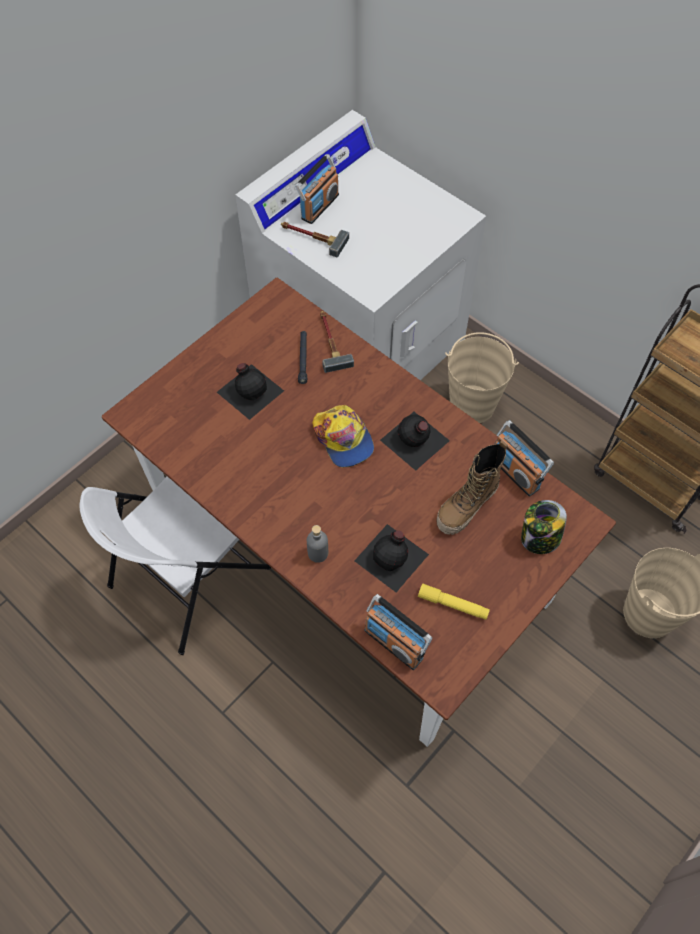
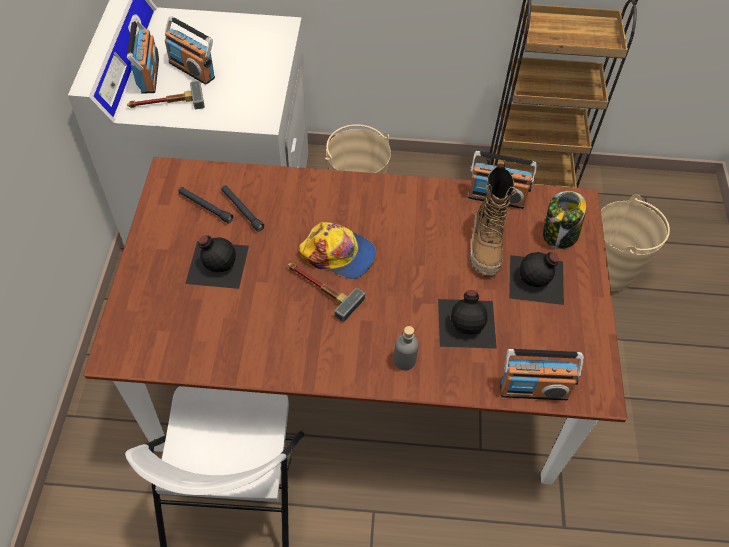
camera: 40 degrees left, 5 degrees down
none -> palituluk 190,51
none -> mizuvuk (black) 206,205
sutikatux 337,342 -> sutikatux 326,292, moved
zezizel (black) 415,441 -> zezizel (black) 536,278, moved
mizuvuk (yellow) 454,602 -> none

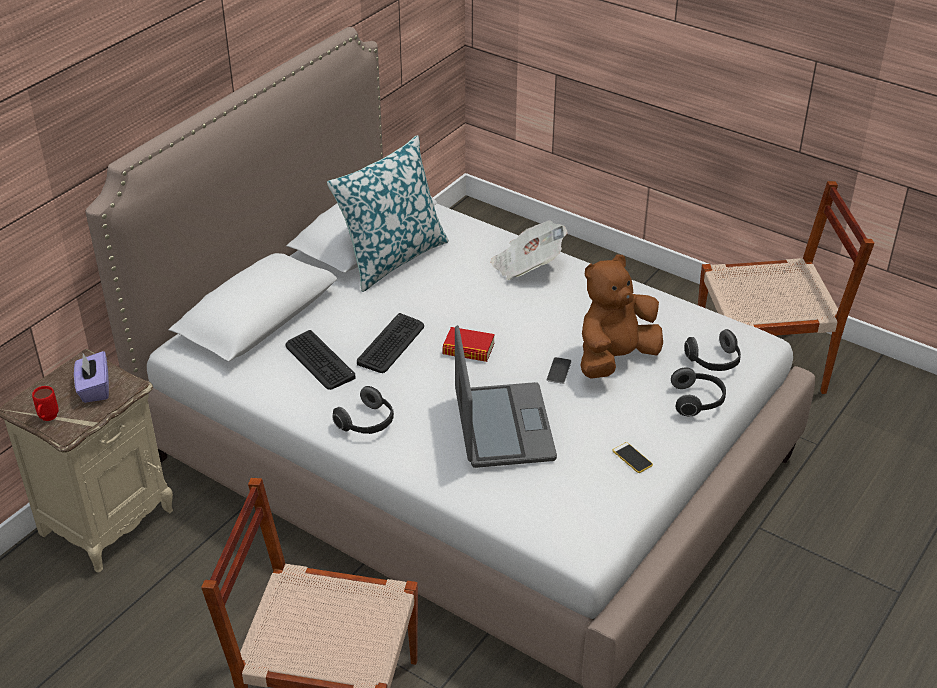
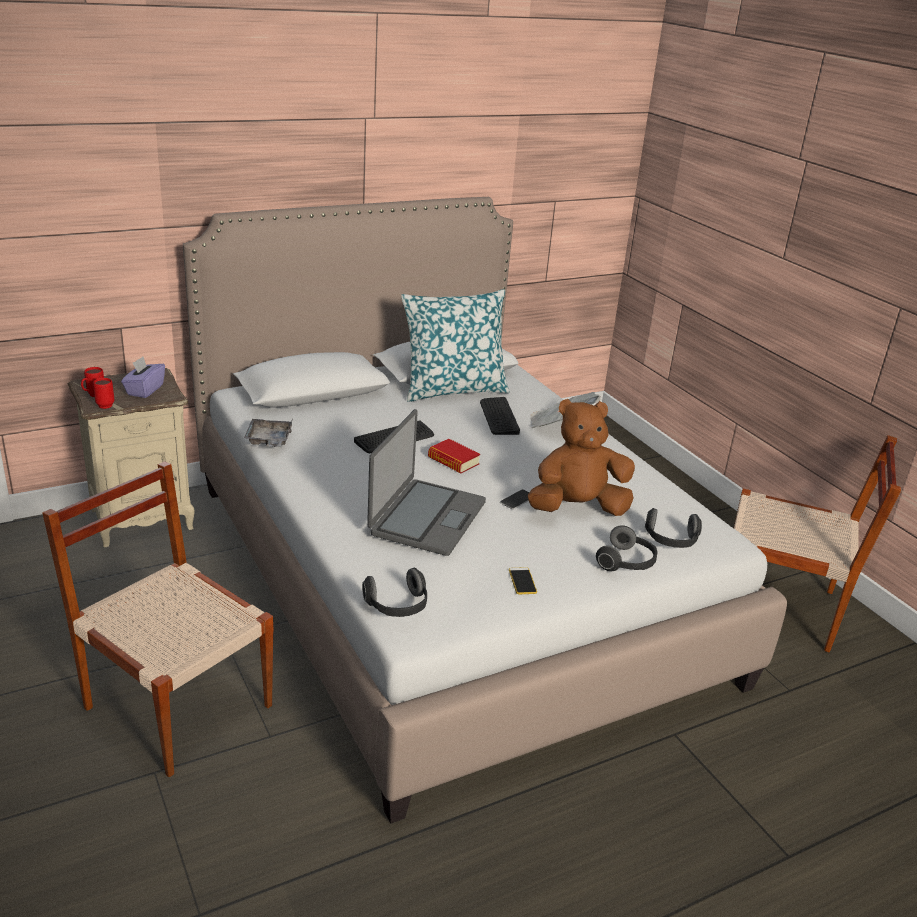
camera: 25 degrees right, 10 degrees down
none -> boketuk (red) 103,393
none -> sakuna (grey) 268,433
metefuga 363,410 -> metefuga 394,592, moved
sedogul 321,360 -> sedogul 500,416, moved

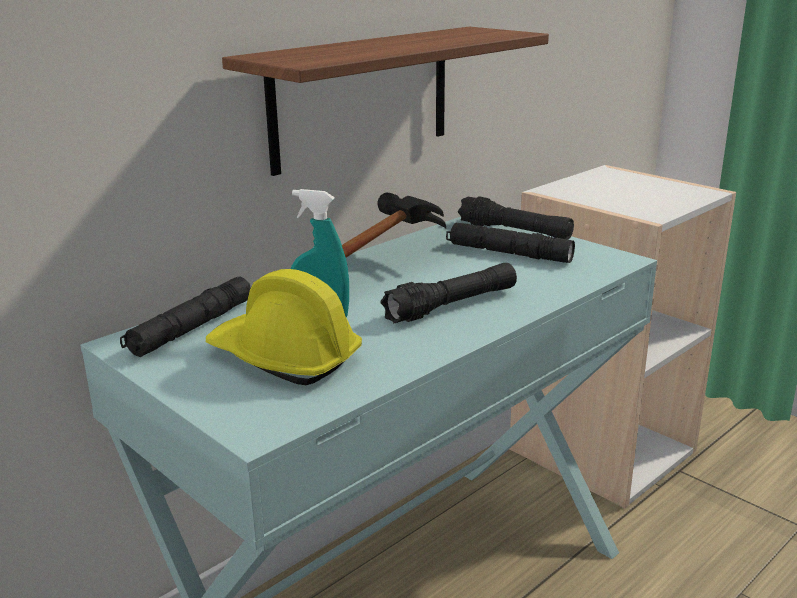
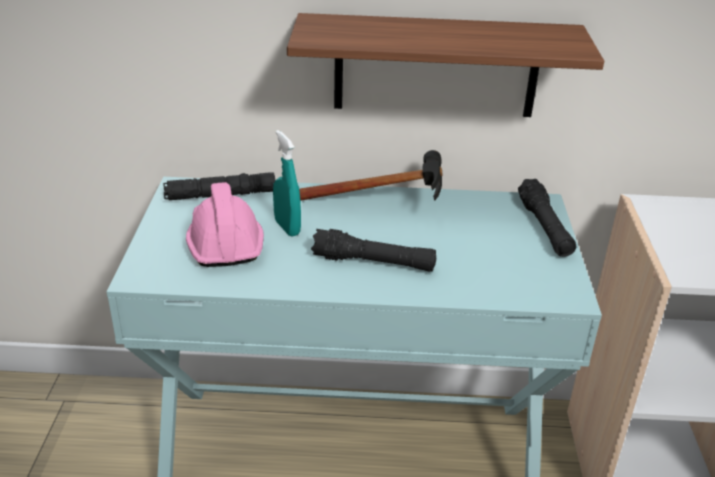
camera: 45 degrees right, 10 degrees up
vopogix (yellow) 284,327 -> vopogix (pink) 225,224
mizuvuk (black) 510,243 -> none

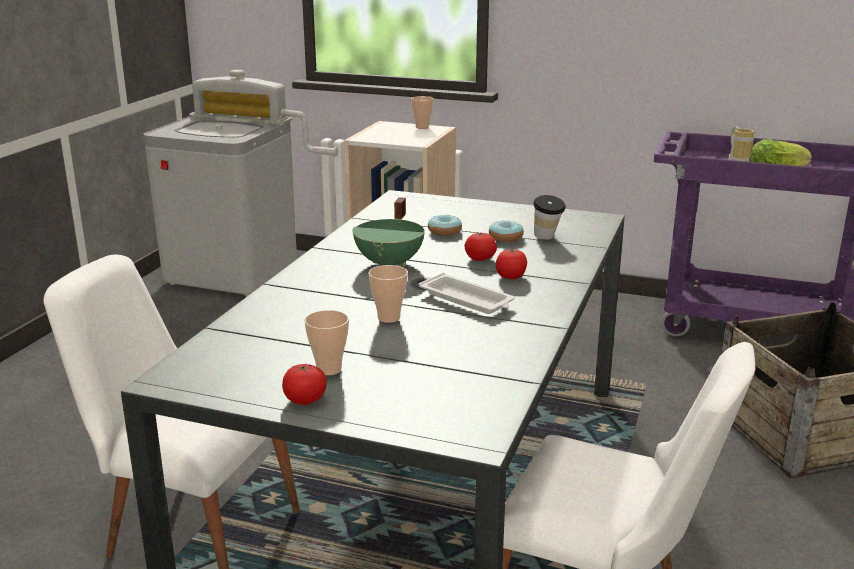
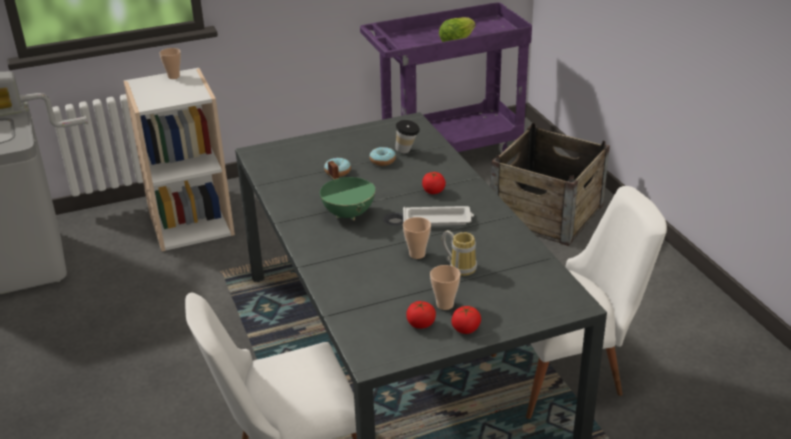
camera: 40 degrees left, 10 degrees up
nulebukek 481,246 -> nulebukek 421,315, moved
boketuk 741,144 -> boketuk 459,253, moved

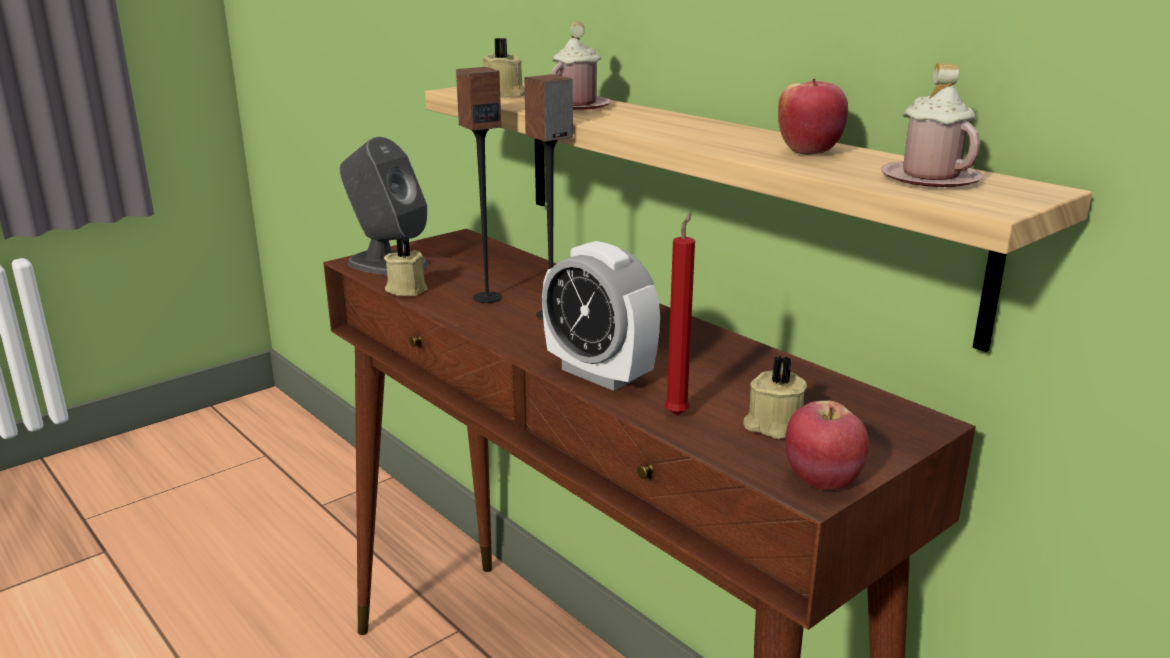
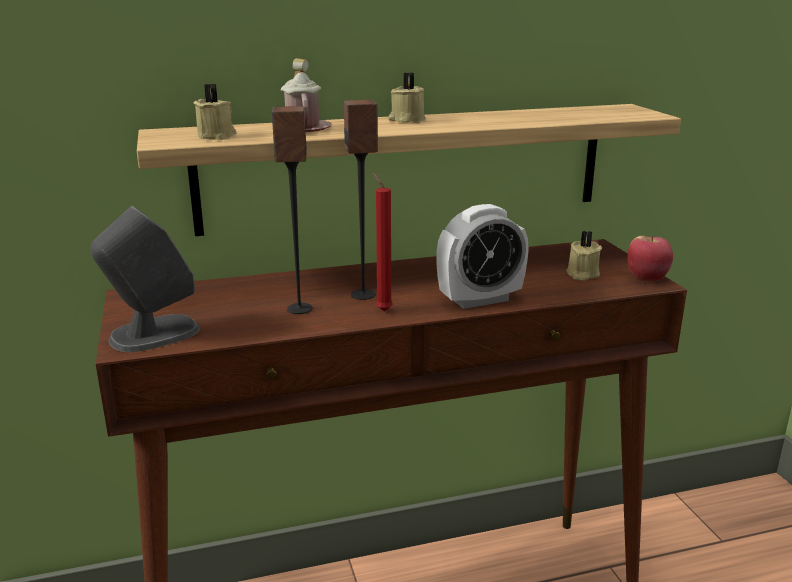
camera: 65 degrees left, 0 degrees up
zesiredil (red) 679,313 -> zesiredil (red) 382,241, moved
zesiredil (beige) 406,266 -> zesiredil (beige) 407,97, moved
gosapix 813,116 -> none
boketuk (pink) 932,125 -> none

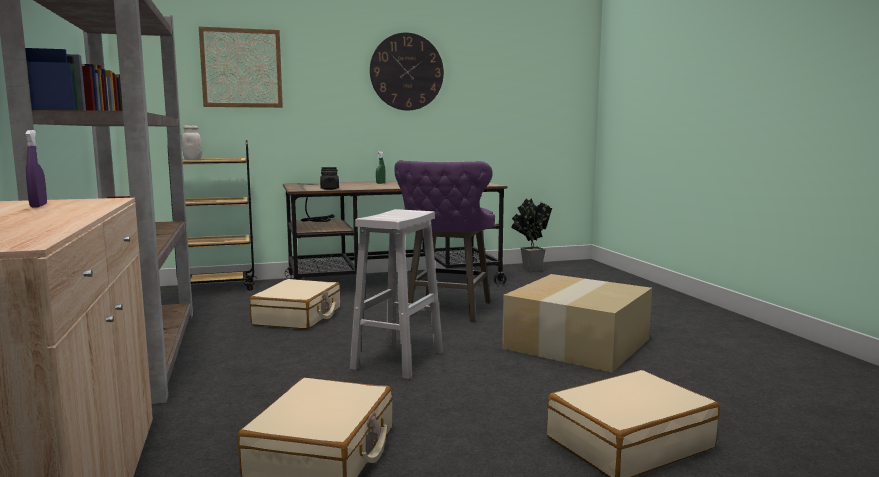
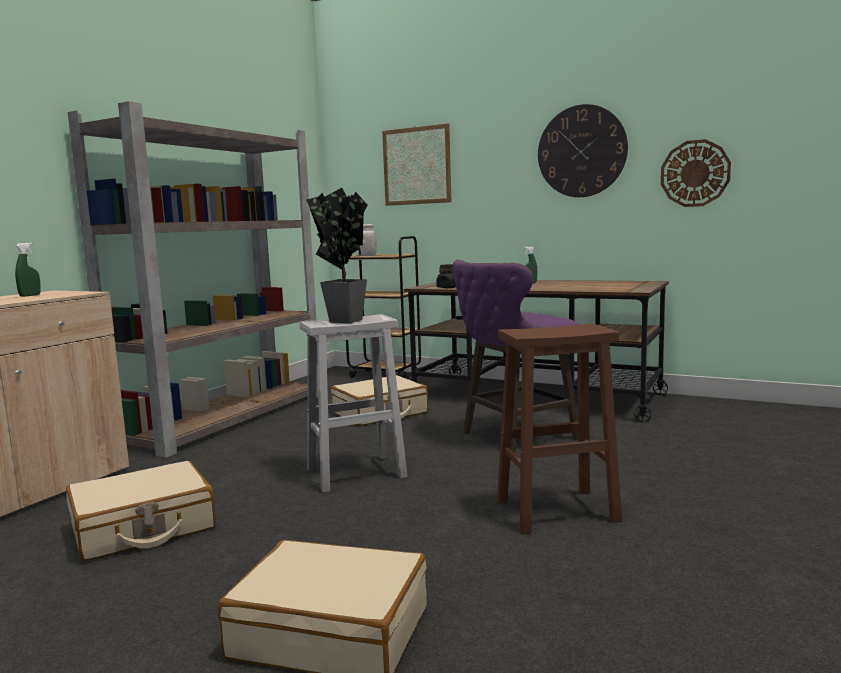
camera: 45 degrees right, 0 degrees up
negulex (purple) 36,168 -> negulex (green) 28,270
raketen 531,235 -> raketen 337,255, moved
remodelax 577,323 -> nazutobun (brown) 559,428
none -> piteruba 696,173

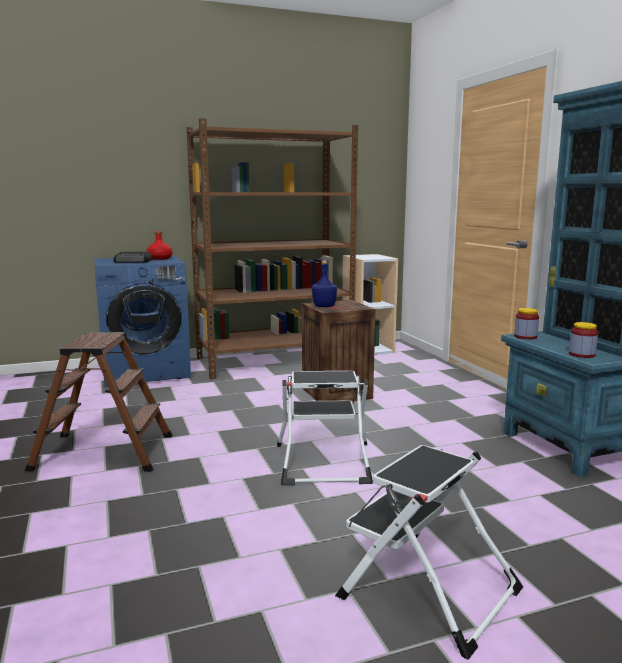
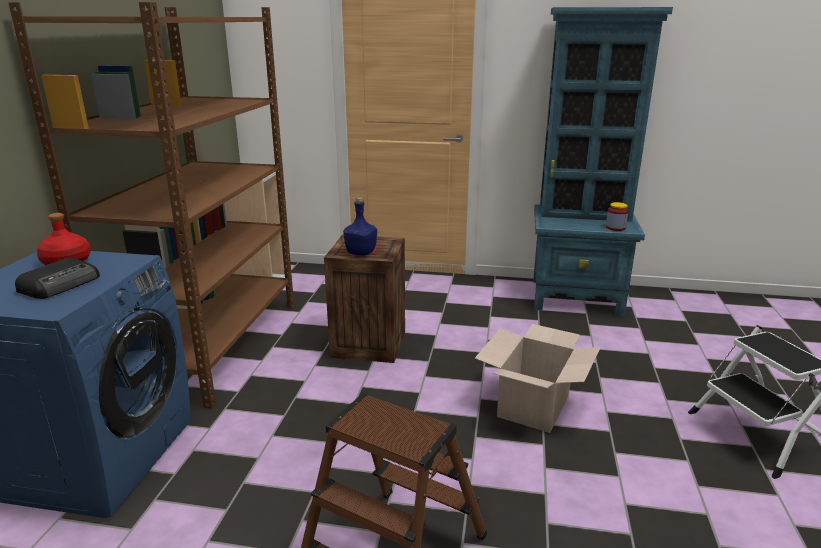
camera: 60 degrees left, 10 degrees up
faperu 325,428 -> remodelax 538,378
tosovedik 526,323 -> none

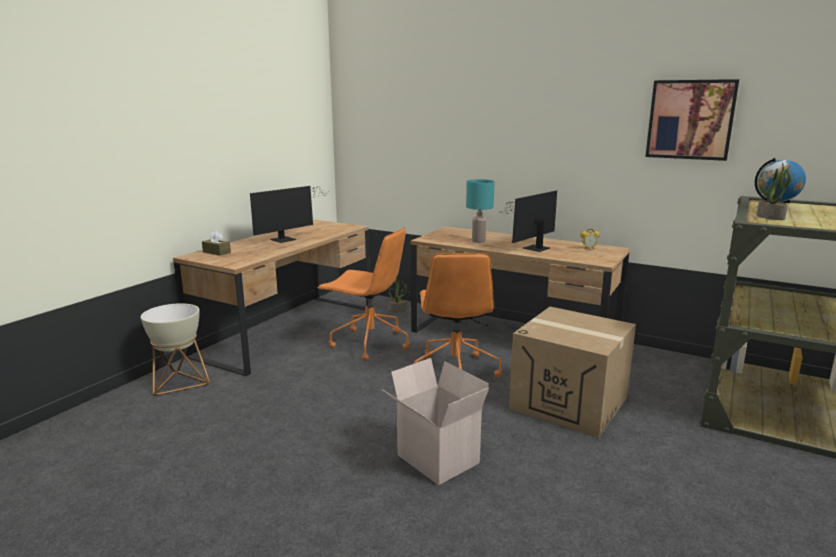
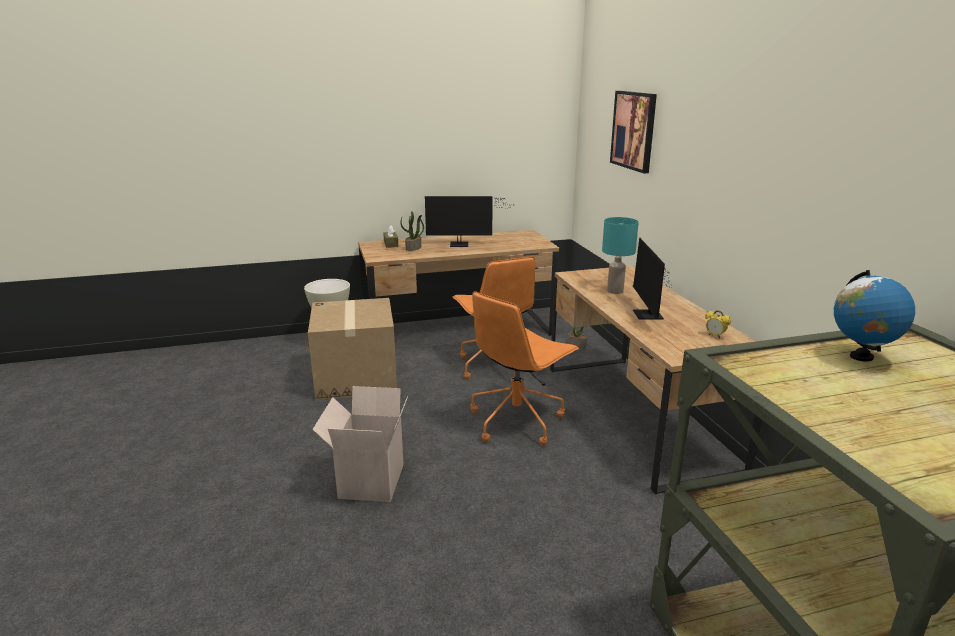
camera: 45 degrees right, 5 degrees up
remodelax 572,372 -> remodelax 352,349, moved
raketen 774,191 -> raketen 412,231, moved
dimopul 692,120 -> dimopul 633,132, moved
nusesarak 530,221 -> nusesarak 651,278, 90 degrees counterclockwise

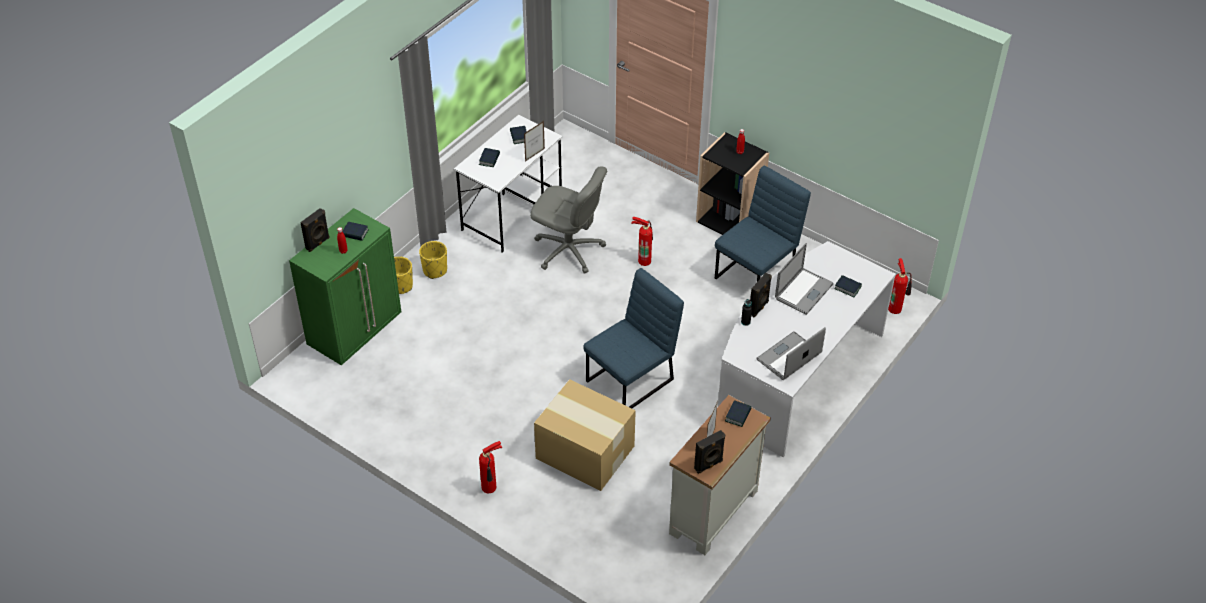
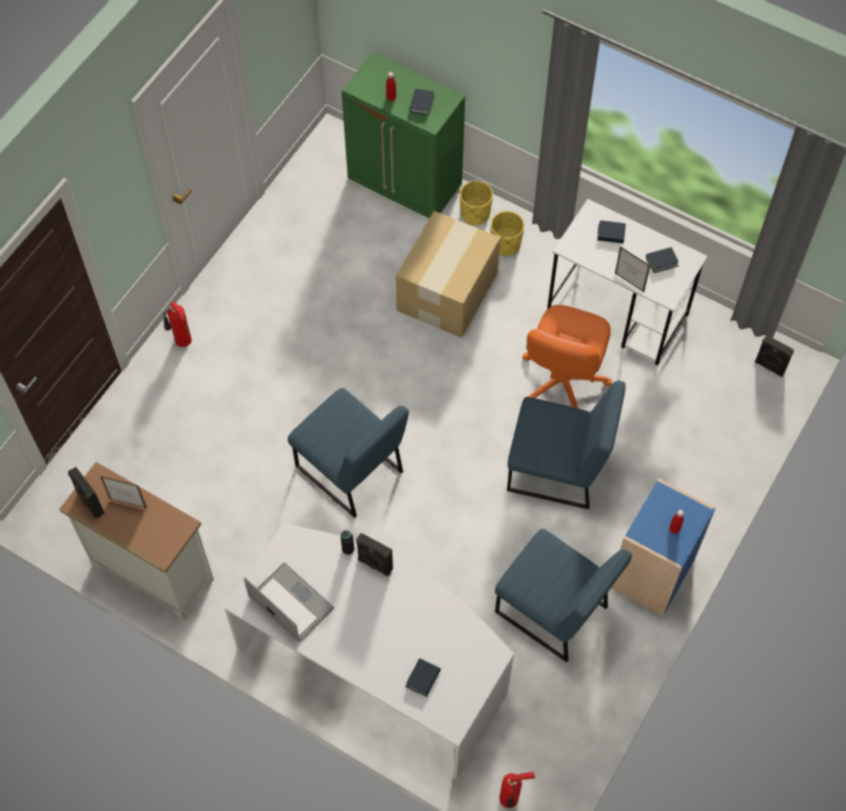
camera: 85 degrees right, 15 degrees up
remodelax 585,435 -> remodelax 448,274, moved
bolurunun 642,241 -> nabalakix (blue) 566,444
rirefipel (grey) 568,220 -> rirefipel (orange) 567,356
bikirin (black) 732,183 -> bikirin (blue) 663,547
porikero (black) 315,230 -> porikero (black) 774,356, moved
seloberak 738,413 -> none
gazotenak 804,279 -> none

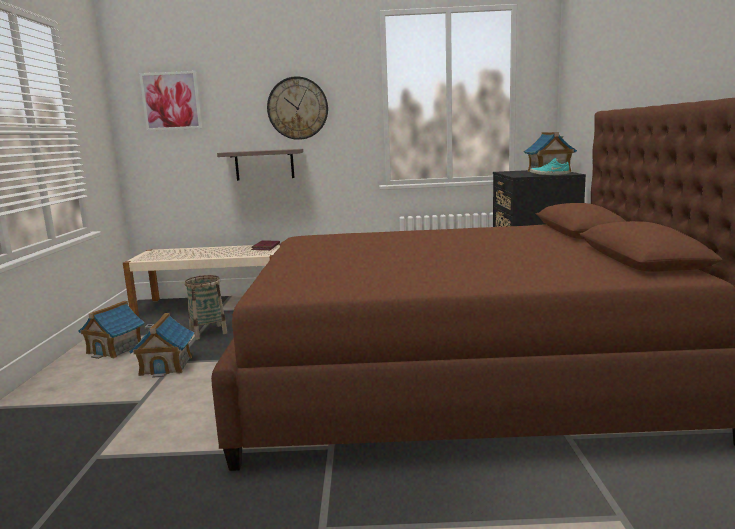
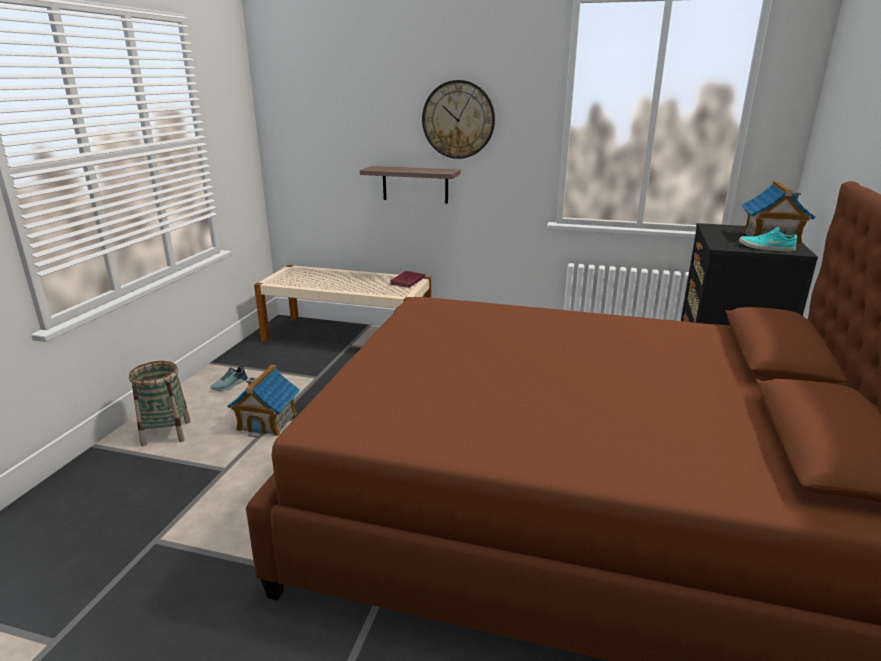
camera: 15 degrees right, 10 degrees up
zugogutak 206,307 -> zugogutak 160,403, moved
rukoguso 112,330 -> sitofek 229,377
dimopul 170,101 -> none

